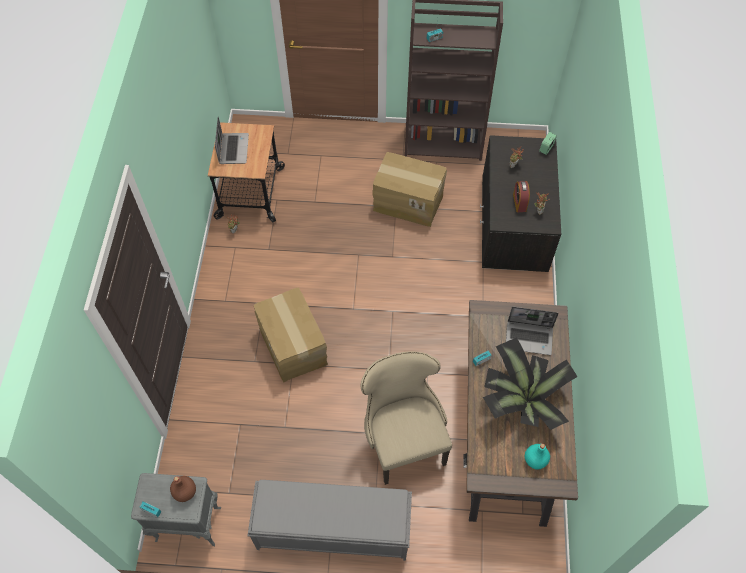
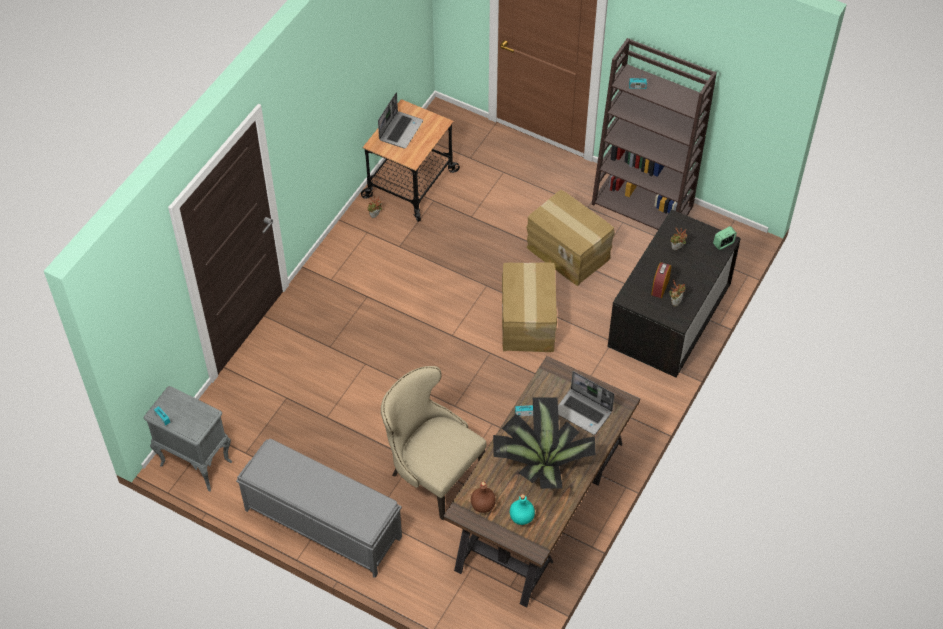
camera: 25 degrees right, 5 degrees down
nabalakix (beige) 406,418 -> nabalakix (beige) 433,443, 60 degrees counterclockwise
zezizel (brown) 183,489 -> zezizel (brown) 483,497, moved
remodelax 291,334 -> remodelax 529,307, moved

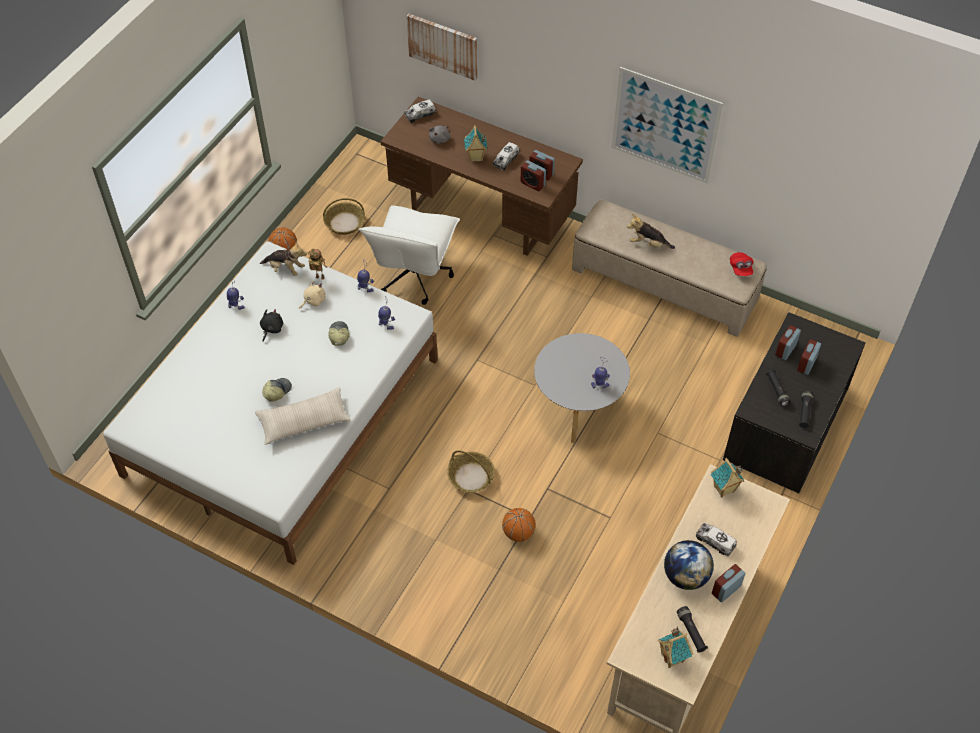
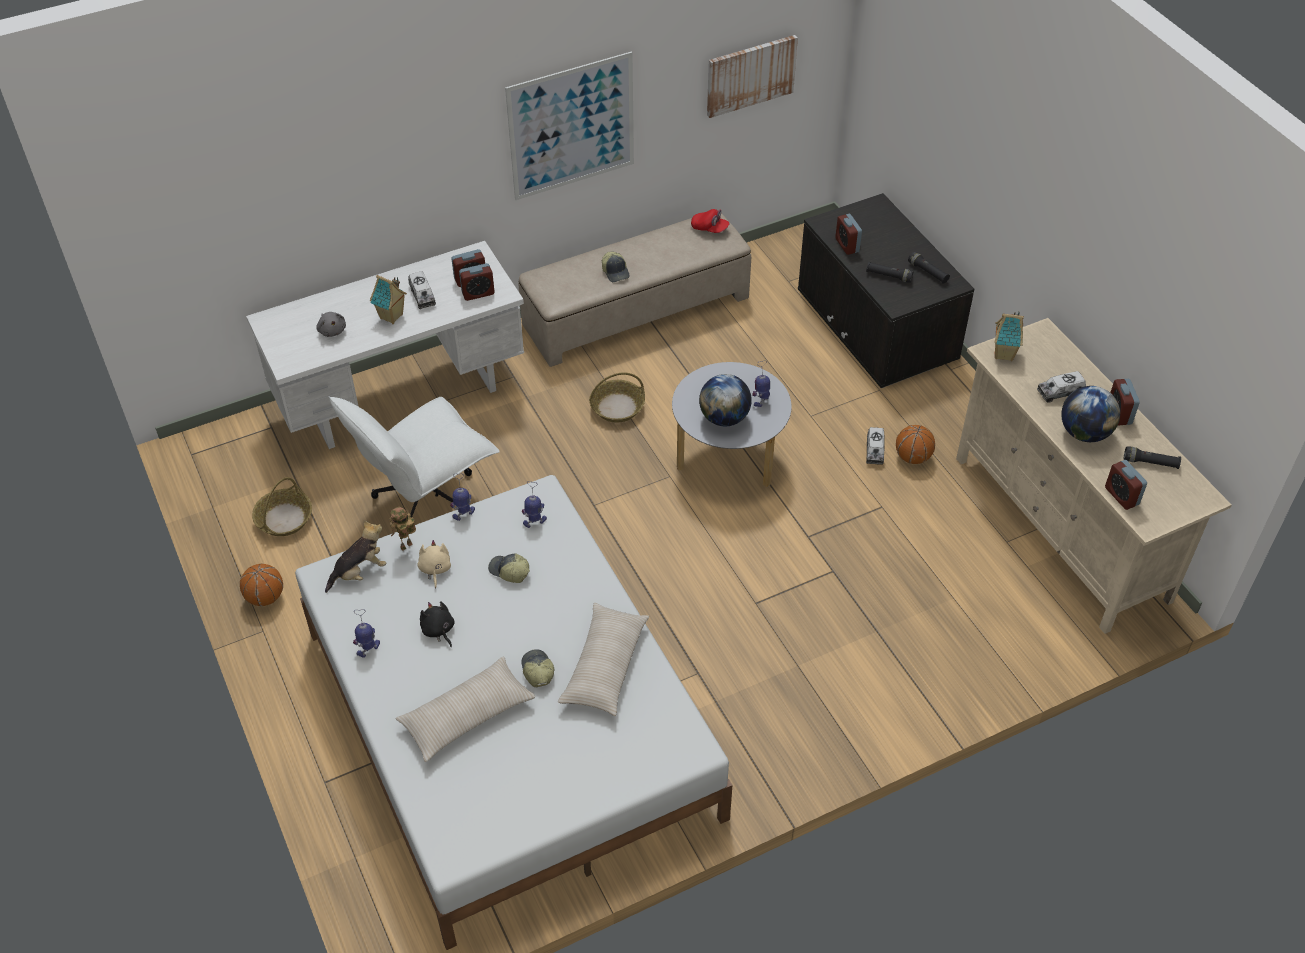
camera: 55 degrees left, 5 degrees down
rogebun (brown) 482,176 -> rogebun (white) 385,345
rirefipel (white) 409,255 -> rirefipel (white) 414,456, 90 degrees clockwise
none -> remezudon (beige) 465,709
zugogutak 471,471 -> zugogutak 617,398, moved
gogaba 651,231 -> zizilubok 616,267
none -> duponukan 725,400
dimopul 442,47 -> dimopul 752,76, moved
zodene 420,111 -> zodene 875,446, moved
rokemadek 519,525 -> rokemadek 915,444, moved
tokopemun 809,357 -> tokopemun 1126,485, moved
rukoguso 675,647 -> none

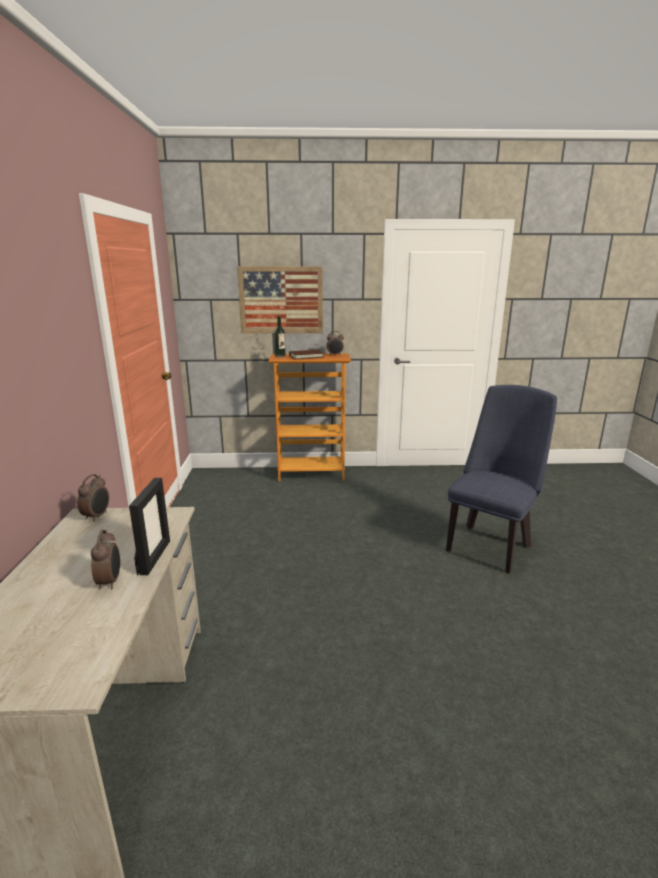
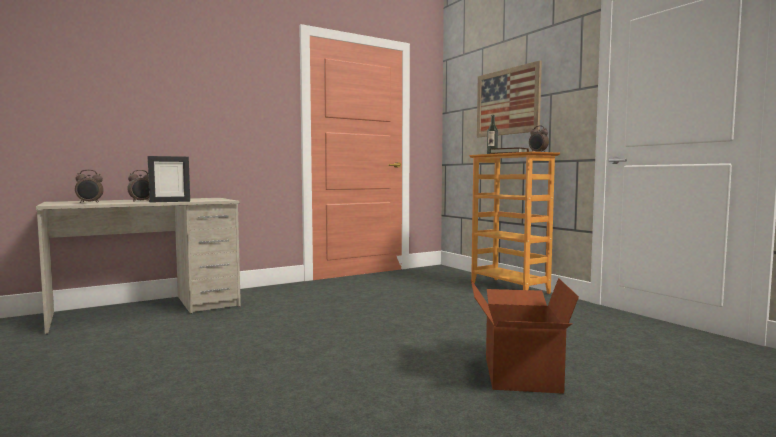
camera: 60 degrees right, 15 degrees down
tokopemun 93,498 -> tokopemun 89,186, moved
nabalakix (blue) 501,479 -> remodelax 525,336

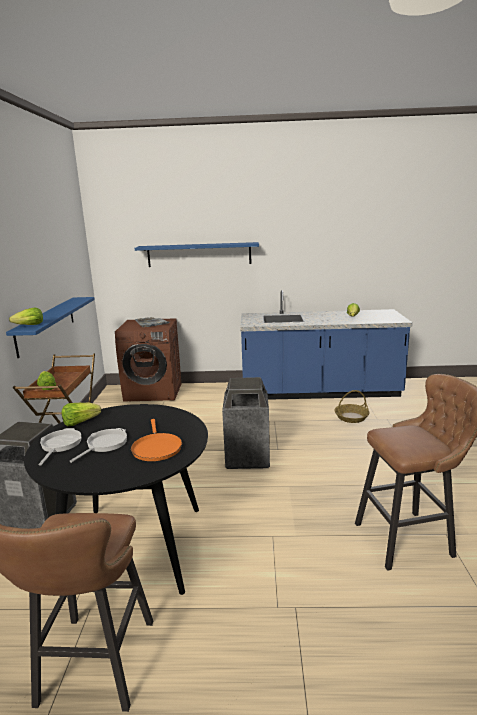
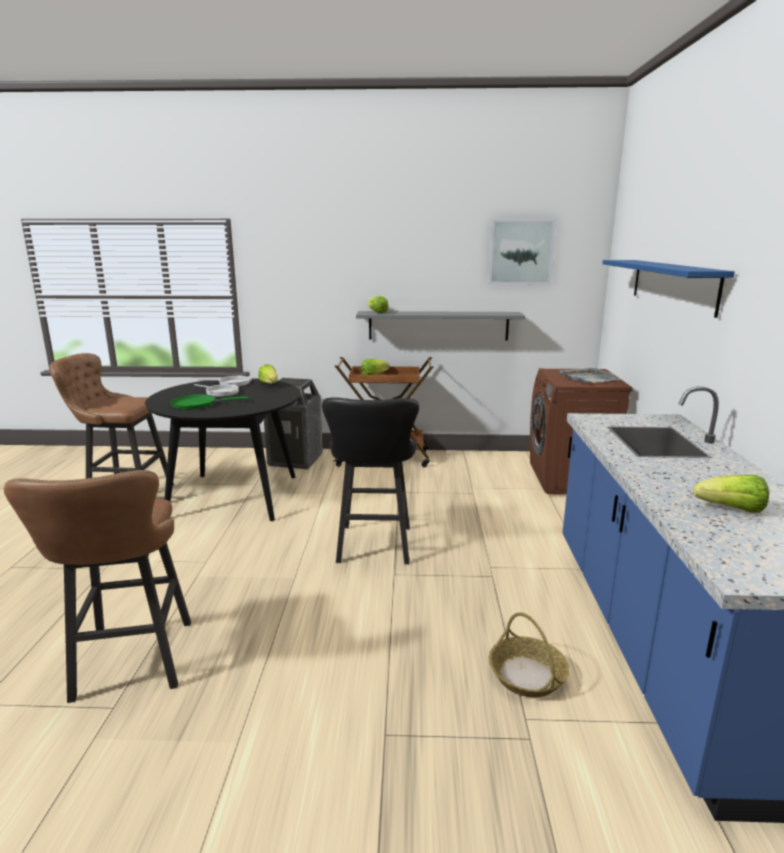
camera: 90 degrees right, 0 degrees up
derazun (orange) 156,440 -> derazun (green) 209,402
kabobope 246,423 -> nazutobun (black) 370,480
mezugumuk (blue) 50,327 -> mezugumuk (grey) 440,325
none -> dimopul 522,252

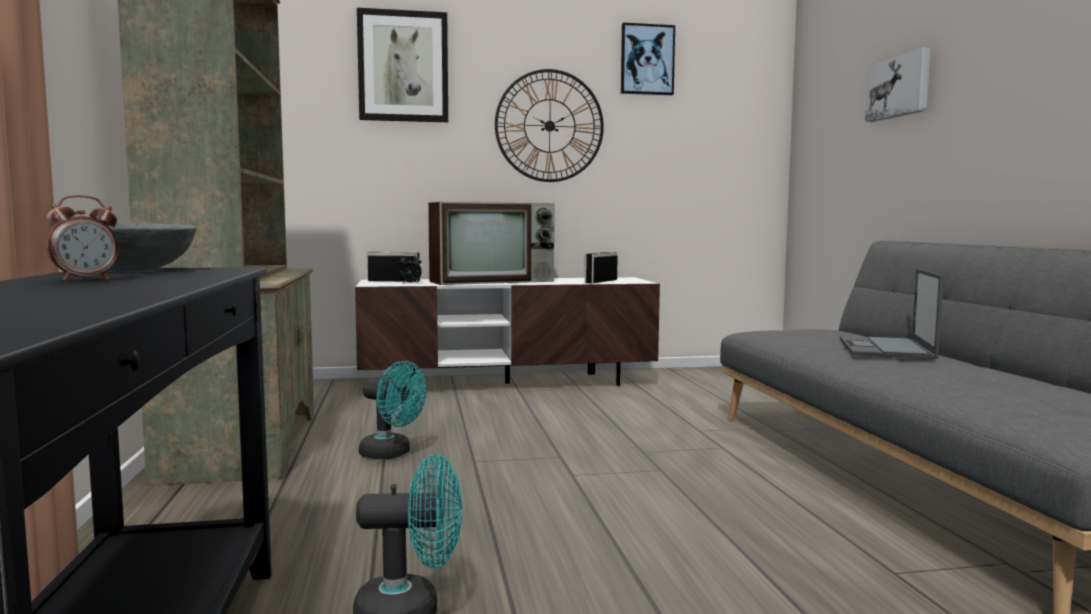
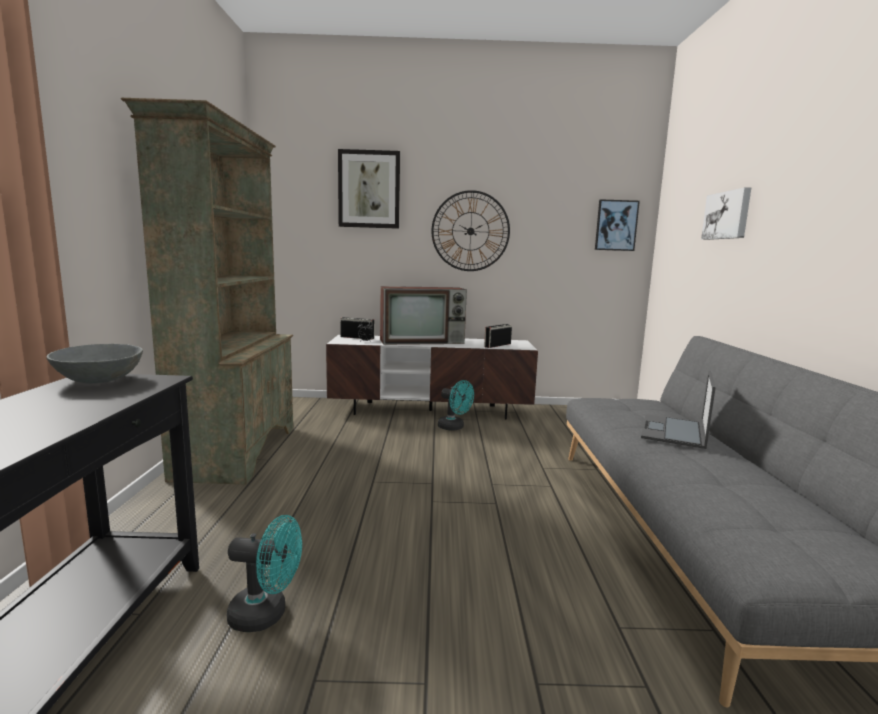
camera: 10 degrees right, 5 degrees up
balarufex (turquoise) 392,410 -> balarufex (turquoise) 456,405, moved
dimopul 648,59 -> dimopul 617,225, moved
tokopemun 82,238 -> none

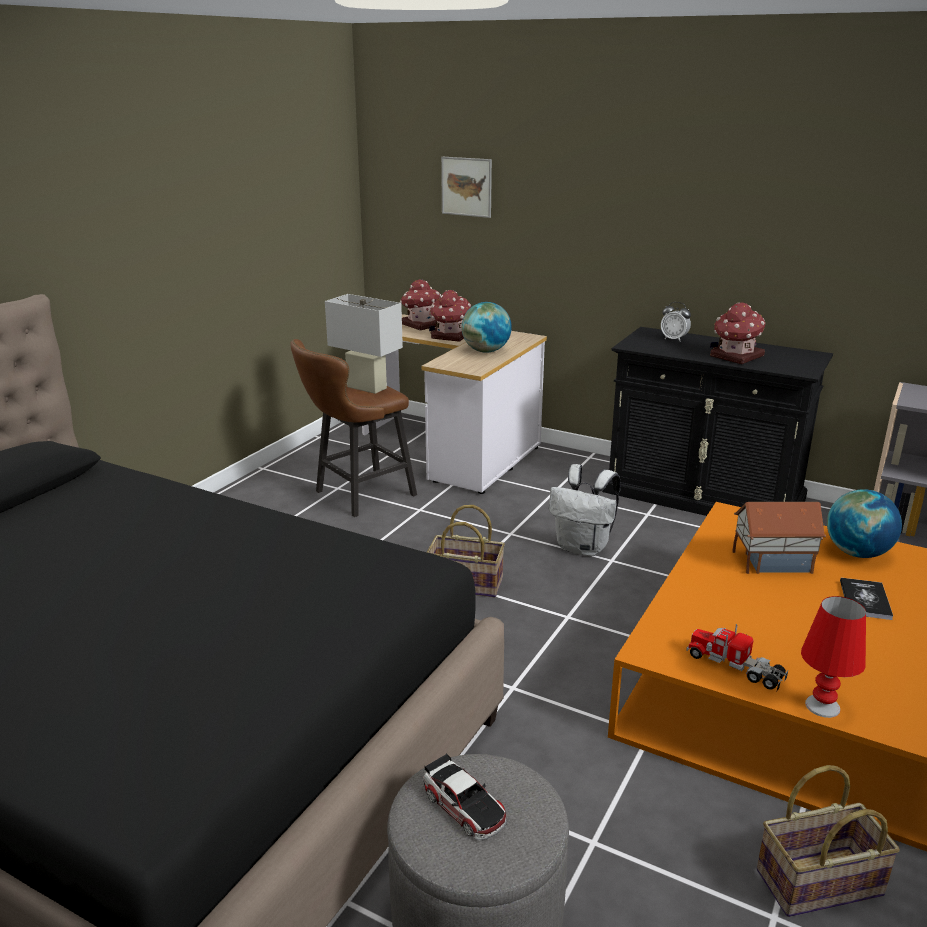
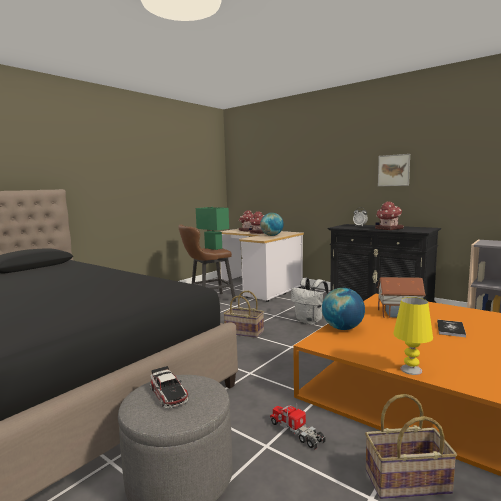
camera: 10 degrees right, 15 degrees down
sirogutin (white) 364,344 -> sirogutin (green) 212,228
zodene 737,657 -> zodene 297,426, moved
duponukan 864,523 -> duponukan 343,309, moved
dimopul 466,187 -> dimopul 394,170, moved
sirogutin (red) 833,657 -> sirogutin (yellow) 413,336

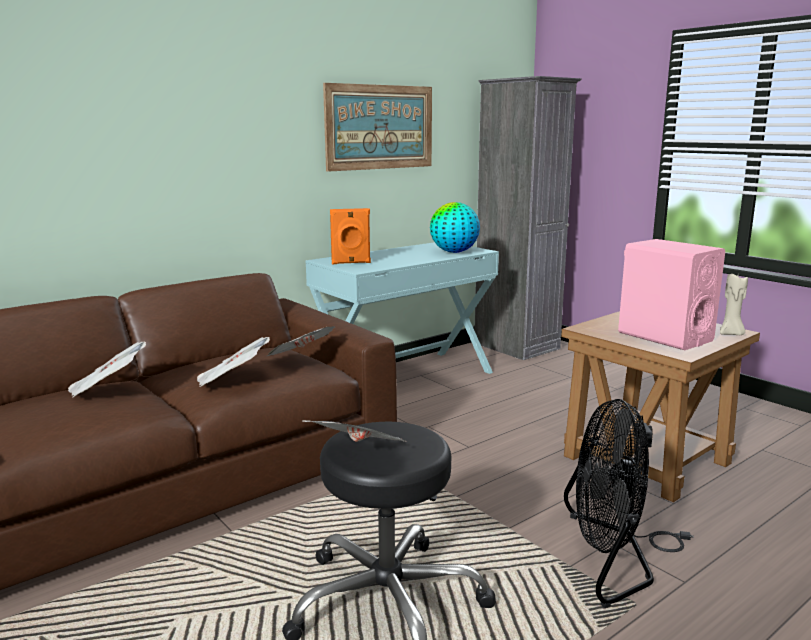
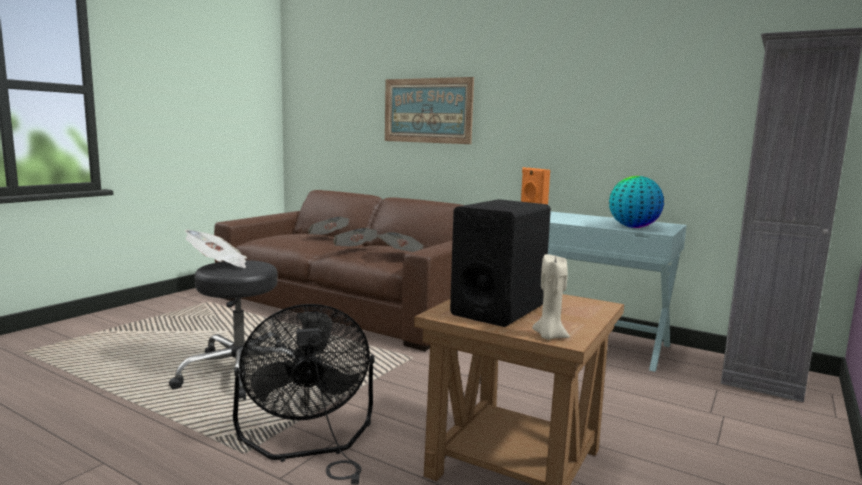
camera: 70 degrees right, 5 degrees down
dimopul 377,127 -> dimopul 429,110, moved
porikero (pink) 671,294 -> porikero (black) 500,263

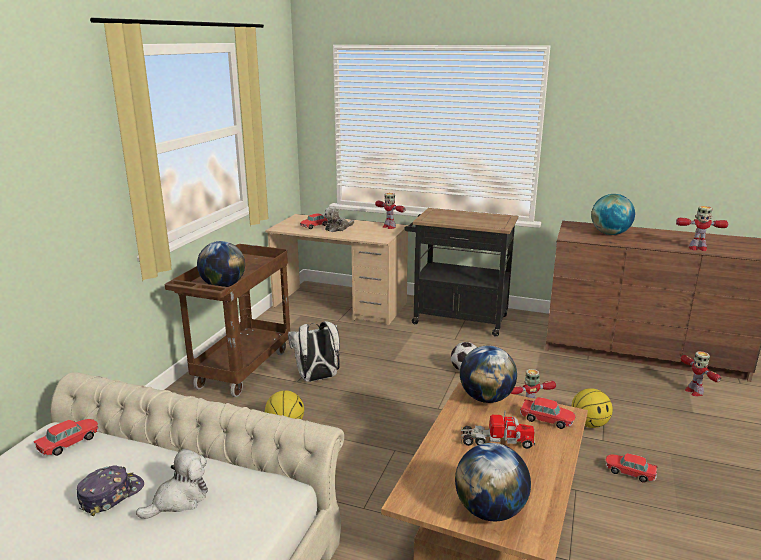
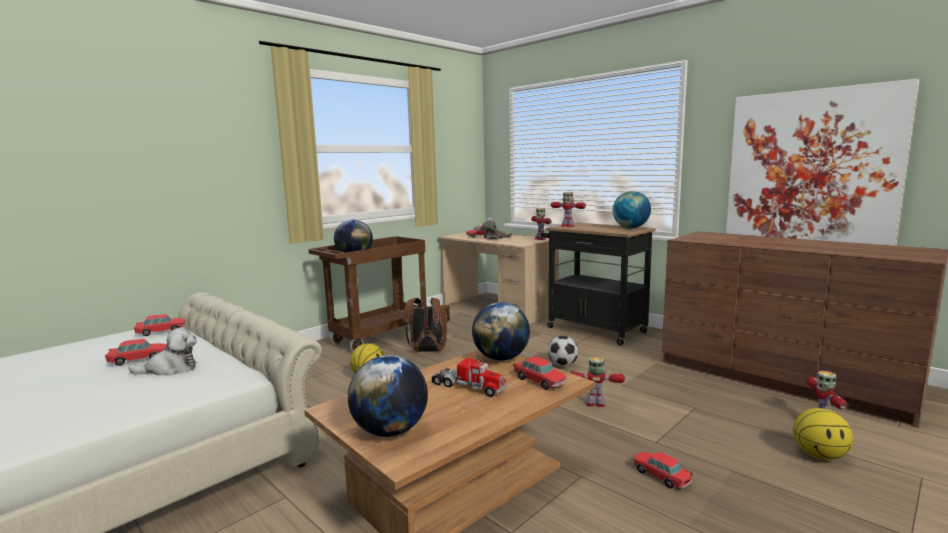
camera: 25 degrees right, 10 degrees down
zizilubok 110,491 -> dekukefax 136,352
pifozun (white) 314,351 -> pifozun (brown) 427,325
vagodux 702,228 -> vagodux 568,209, moved
duponukan 613,214 -> duponukan 631,209, moved
none -> dimopul 822,162
rokemadek 592,408 -> rokemadek 823,434, moved

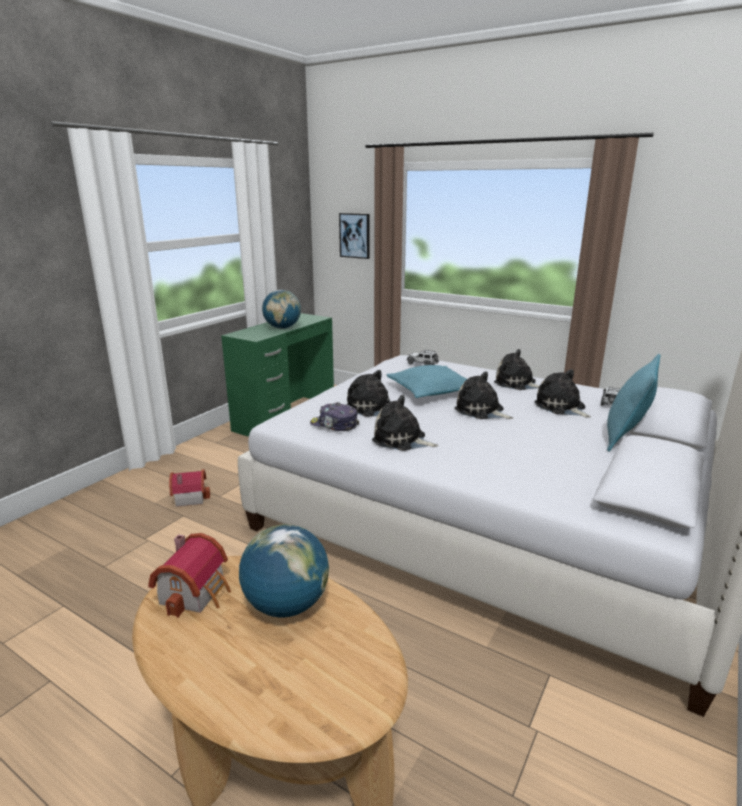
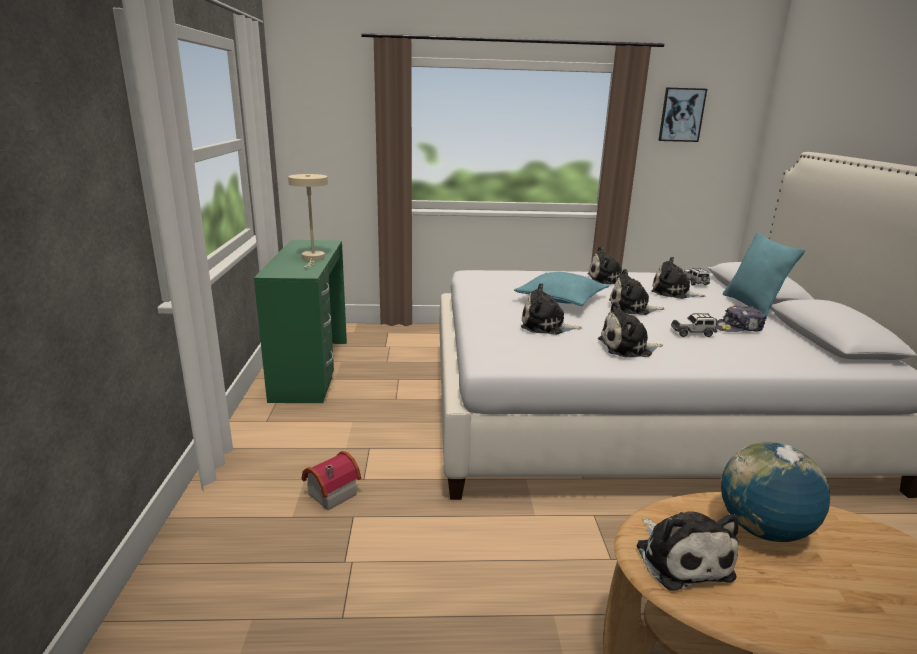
camera: 35 degrees left, 0 degrees up
duponukan 281,309 -> sirogutin (beige) 308,221
rukoguso 189,575 -> gogaba 687,551
dimopul 354,236 -> dimopul 682,115, moved
dekukefax 423,357 -> dekukefax 694,325, moved
zizilubok 334,416 -> zizilubok 741,318, moved

